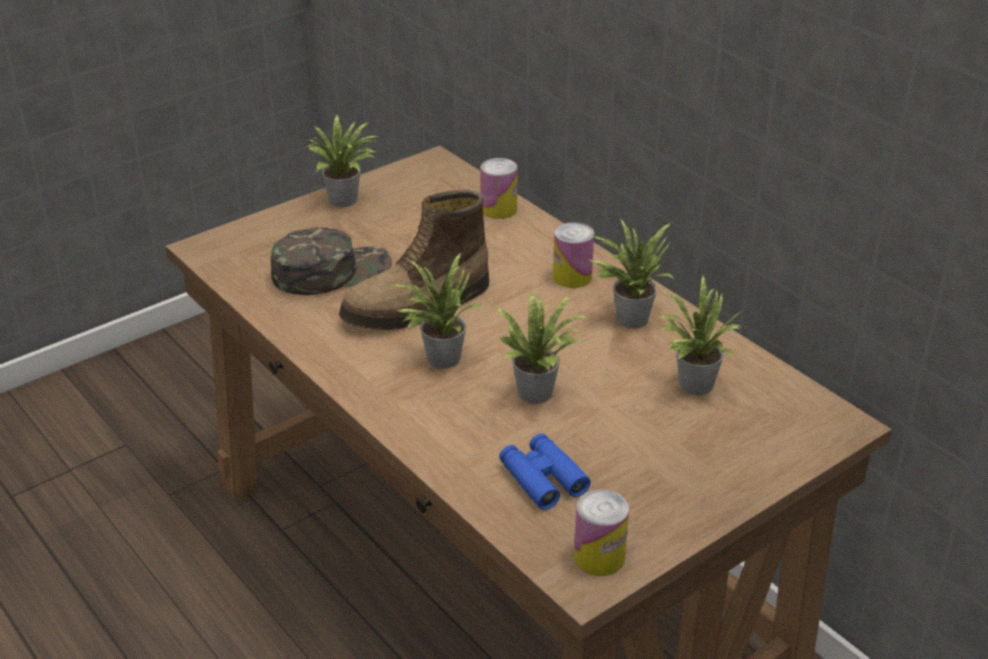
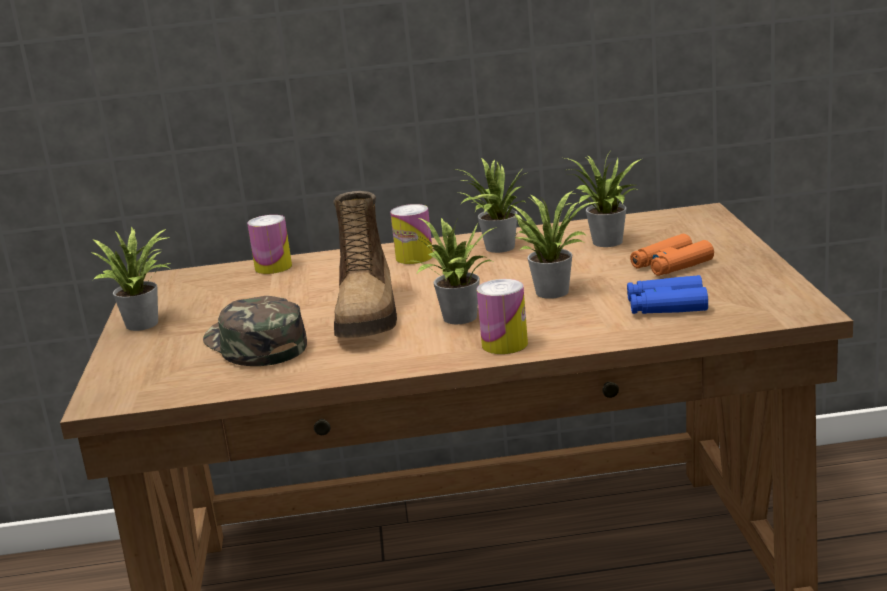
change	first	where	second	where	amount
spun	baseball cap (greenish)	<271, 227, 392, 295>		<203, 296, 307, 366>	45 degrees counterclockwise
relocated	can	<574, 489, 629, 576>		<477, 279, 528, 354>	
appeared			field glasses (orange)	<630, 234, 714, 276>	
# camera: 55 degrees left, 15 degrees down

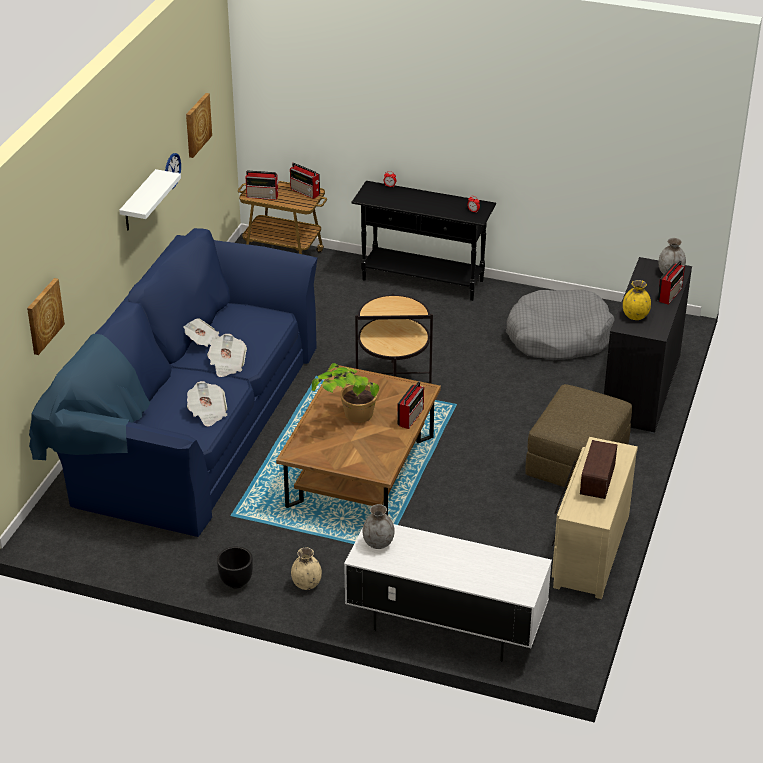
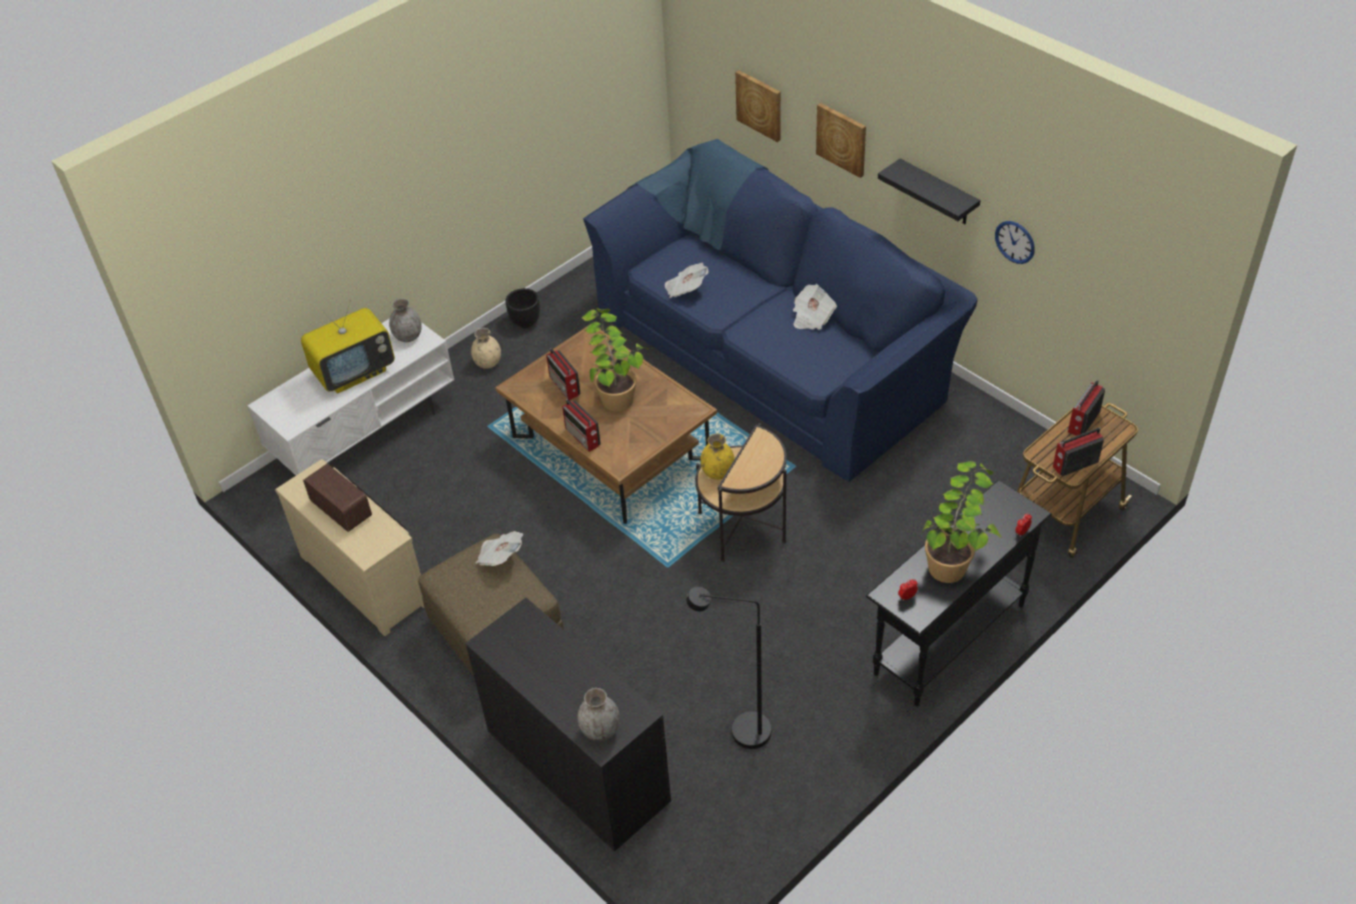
change	first	where	second	where	amount
colour	wall shelf (white-coloured)	<119, 169, 181, 231>	wall shelf (blackish)	<878, 159, 980, 224>	
relocated	wall art	<186, 93, 212, 158>		<816, 103, 866, 178>	
relocated	newspaper	<207, 334, 247, 377>		<476, 531, 523, 566>	
exchanged	dog bed (grey)	<506, 289, 615, 360>	standard lamp (blackish)	<686, 587, 771, 749>	
relocated	vase (yellow-coloured)	<623, 280, 651, 320>		<700, 434, 735, 480>	
relocated	radio receiver	<657, 260, 685, 305>		<546, 348, 581, 400>	
appeared			television	<301, 299, 395, 393>	
appeared			plant in a pot	<921, 461, 1002, 583>	
# camera: 120 degrees right, 10 degrees up

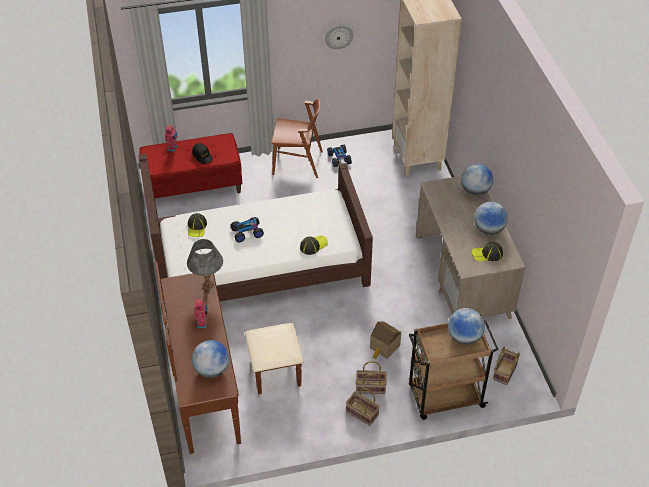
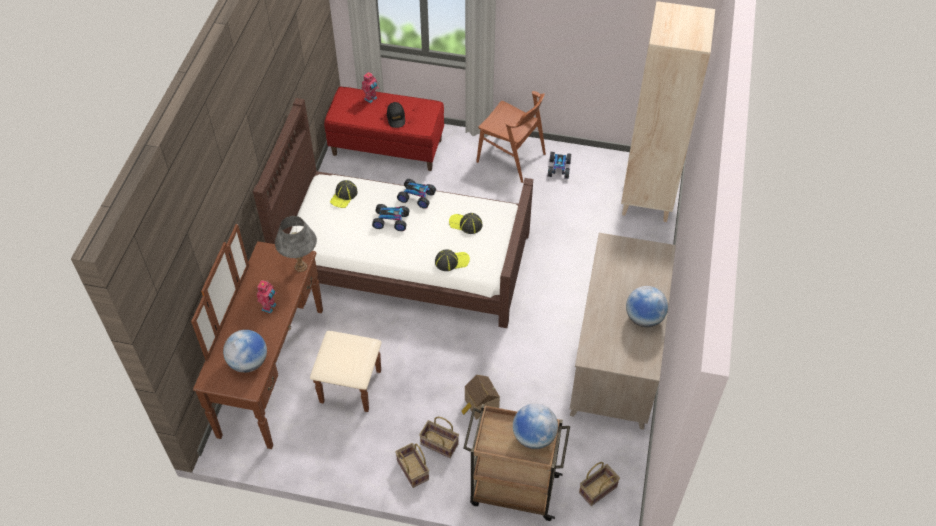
change	first	where	second	where	amount
missing	clock on the wall	<325, 25, 354, 49>			
missing	world globe	<461, 164, 493, 196>			
relocated	baseball cap	<472, 242, 503, 261>		<449, 213, 482, 234>	
appeared			model car	<397, 179, 436, 209>	
# camera: 25 degrees right, 5 degrees up

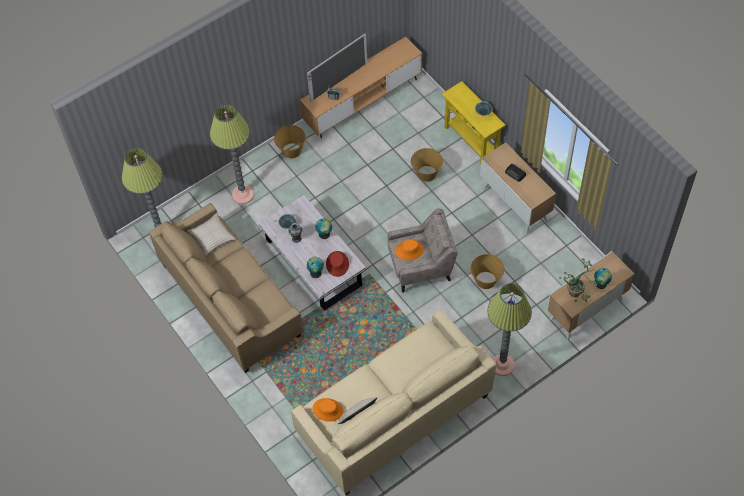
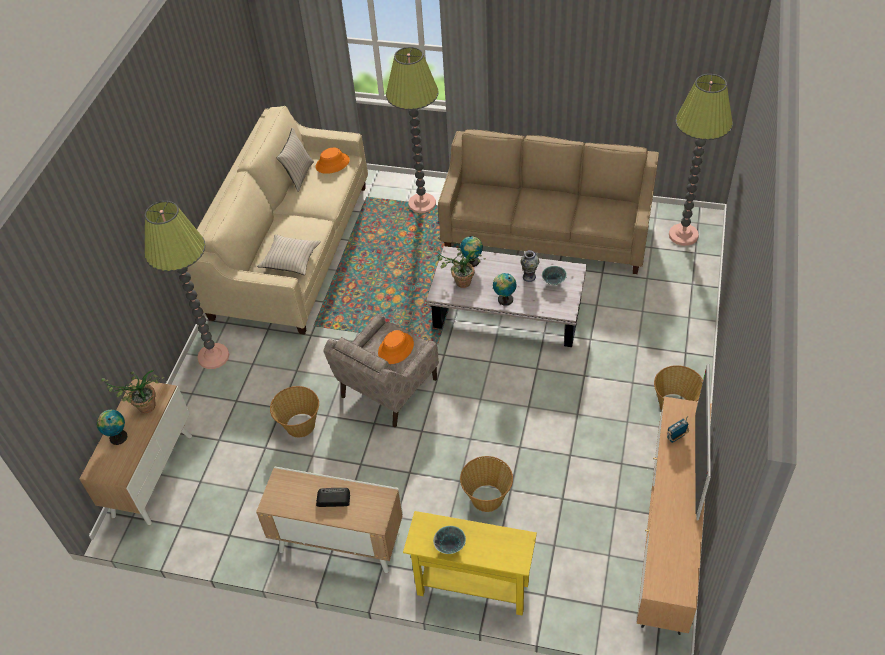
change	first	where	second	where	amount
relocated	cushion (beige)	<187, 213, 236, 256>		<257, 234, 321, 275>	
relocated	standard lamp	<210, 104, 254, 204>		<386, 47, 439, 213>	
exchanged	clothing hat (reddish)	<326, 251, 349, 277>	plant in a pot	<434, 248, 486, 288>	
# camera: 140 degrees right, 10 degrees down

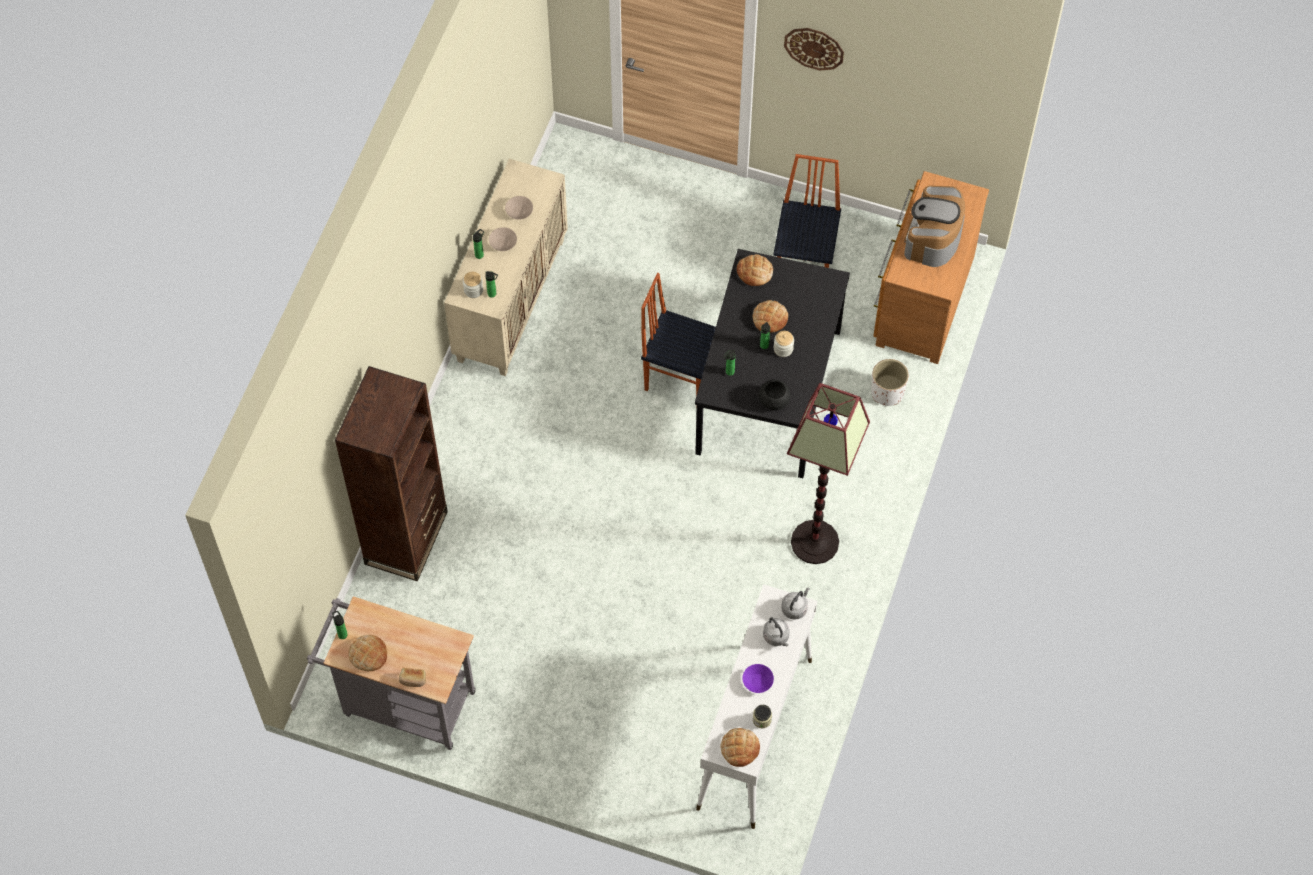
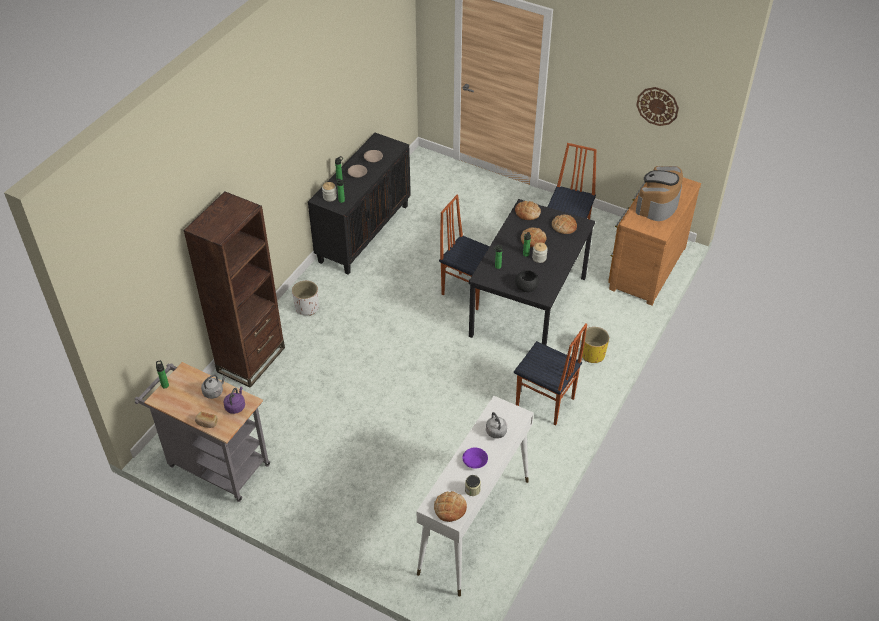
change	first	where	second	where	amount
relocated	bakery bread	<348, 635, 387, 671>		<552, 215, 577, 234>	
colour	storage cabinet (beige)	<444, 159, 568, 376>	storage cabinet (blackish)	<308, 133, 411, 275>	
relocated	water kettle (grey)	<781, 588, 810, 620>		<201, 375, 226, 399>	
relocated	clock on the wall	<784, 28, 844, 70>		<636, 87, 679, 126>	
exchanged	standard lamp	<787, 383, 870, 564>	upright chair	<514, 324, 587, 425>	
relocated	planter (white-coloured)	<871, 359, 909, 406>		<292, 281, 319, 316>	
appeared			water kettle (purplish)	<224, 387, 245, 414>	
appeared			planter (yellow-coloured)	<581, 327, 609, 363>	
# camera: 10 degrees right, 15 degrees down

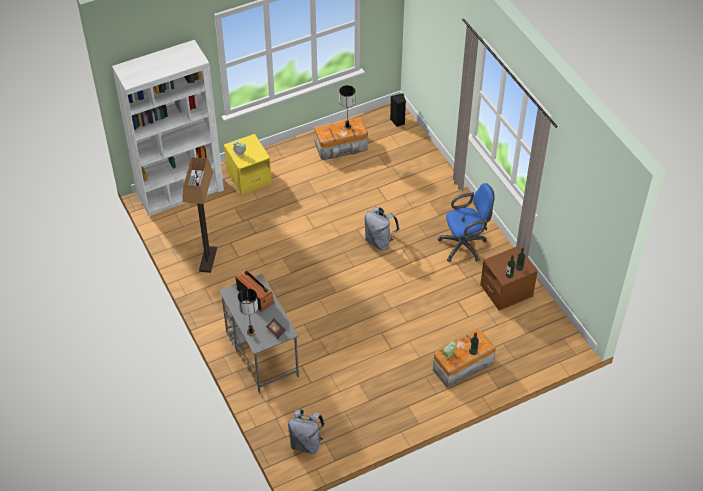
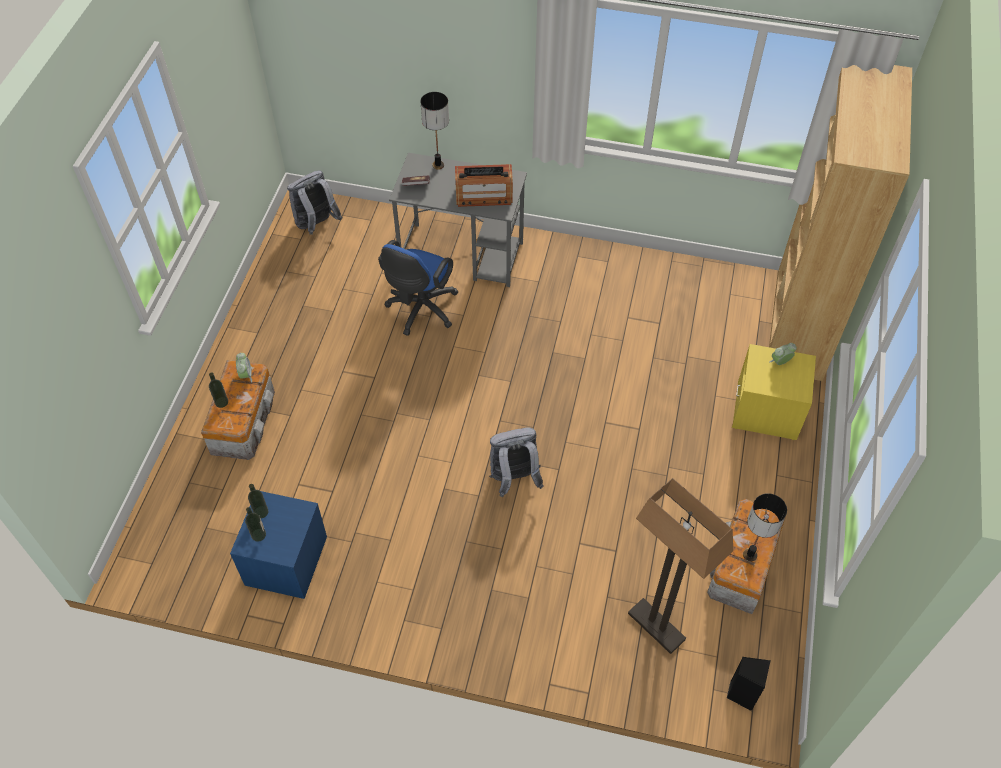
change	first	where	second	where	amount
colour	bookcase (white-coloured)	<112, 40, 224, 216>	bookcase (brown)	<769, 65, 912, 381>	
relocated	standard lamp	<183, 157, 217, 273>		<628, 478, 733, 654>	
relocated	desk chair (bluish)	<437, 183, 495, 262>		<378, 240, 458, 336>	
colour	night table (brown)	<480, 246, 538, 311>	night table (bluish)	<230, 491, 327, 599>	
# camera: 130 degrees right, 5 degrees up

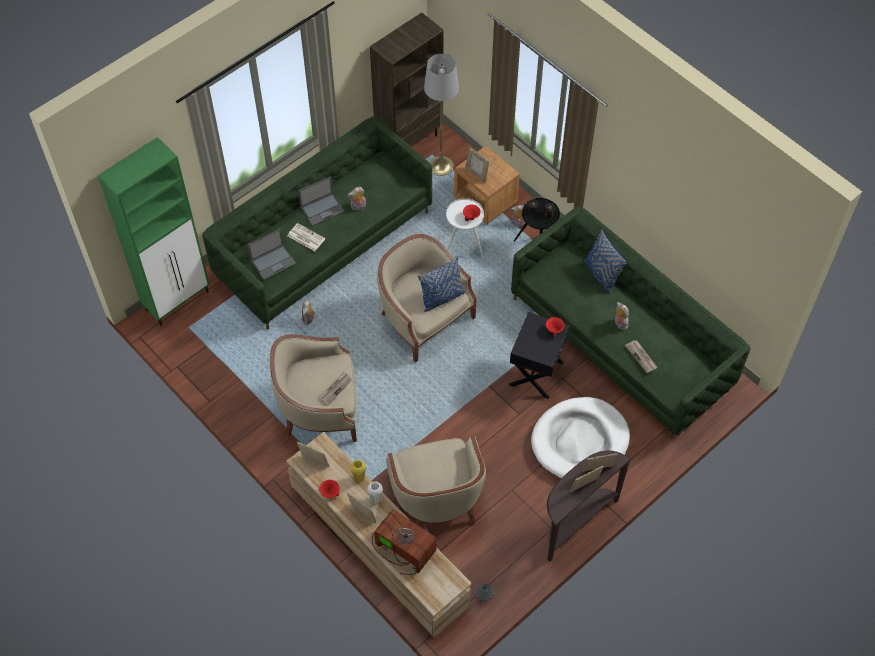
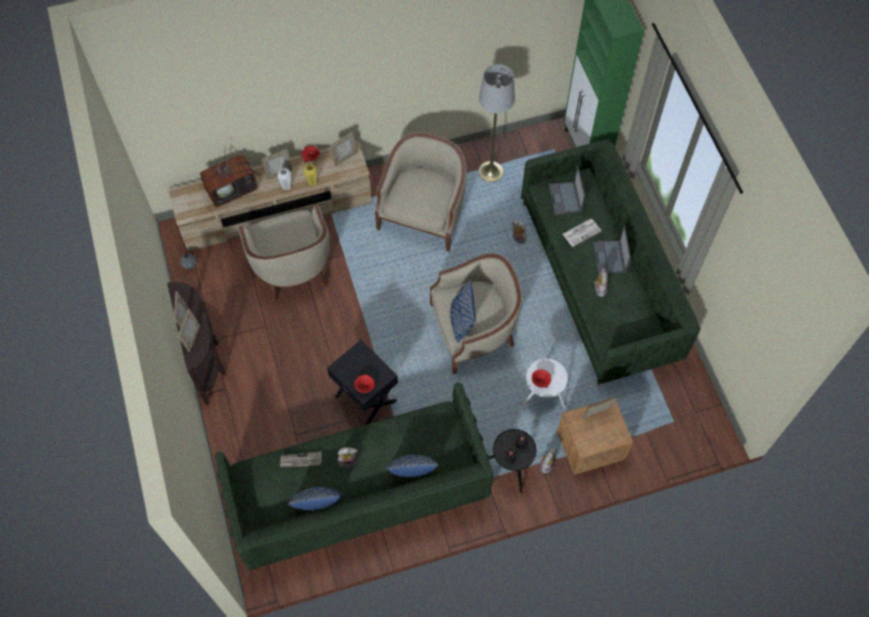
change	first	where	second	where	amount
missing	newspaper	<319, 371, 352, 405>			
missing	bookcase (brown)	<370, 12, 444, 146>			
spun	lounge chair (beige)	<386, 435, 486, 527>		<239, 205, 329, 302>	120 degrees counterclockwise
relocated	standard lamp (grey)	<424, 54, 459, 176>		<478, 64, 515, 182>	
missing	dog bed (white-coloured)	<531, 397, 630, 478>			
appeared			cushion (bluish)	<287, 487, 343, 510>	
# camera: 115 degrees right, 5 degrees up

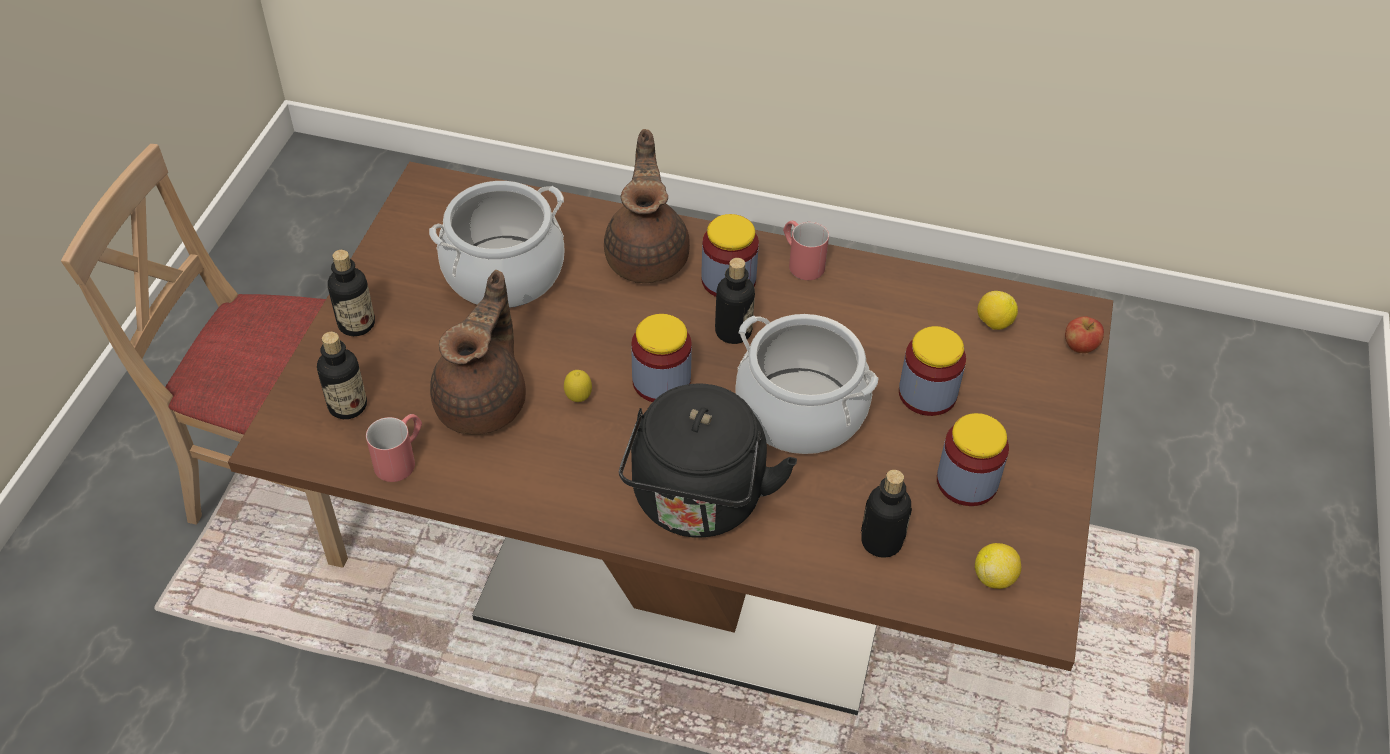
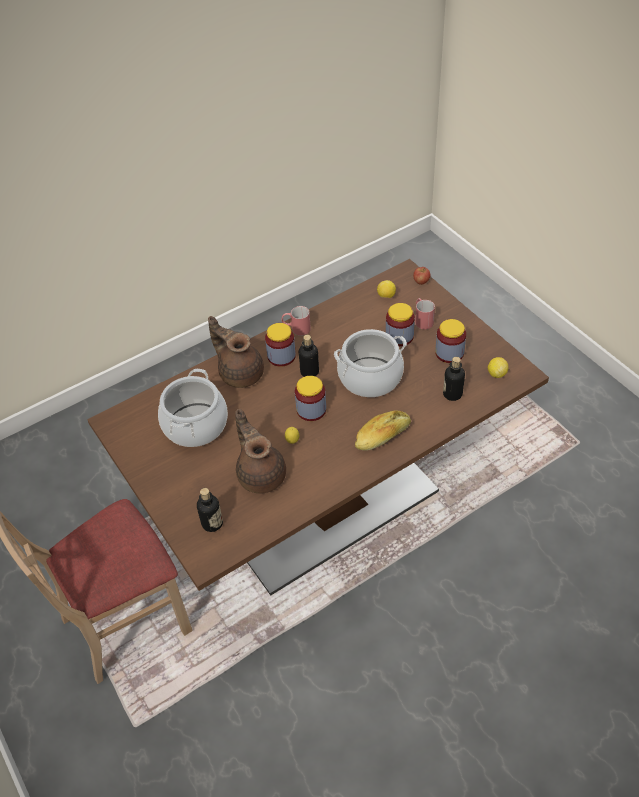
change	first	where	second	where	amount
missing	drink bottle	<328, 250, 375, 336>			
relocated	coffee mug (reddish)	<366, 414, 422, 482>		<415, 298, 435, 329>	
exchanged	water kettle (blackish)	<619, 383, 797, 538>	bakery bread	<355, 411, 411, 450>	
# camera: 45 degrees left, 0 degrees up

